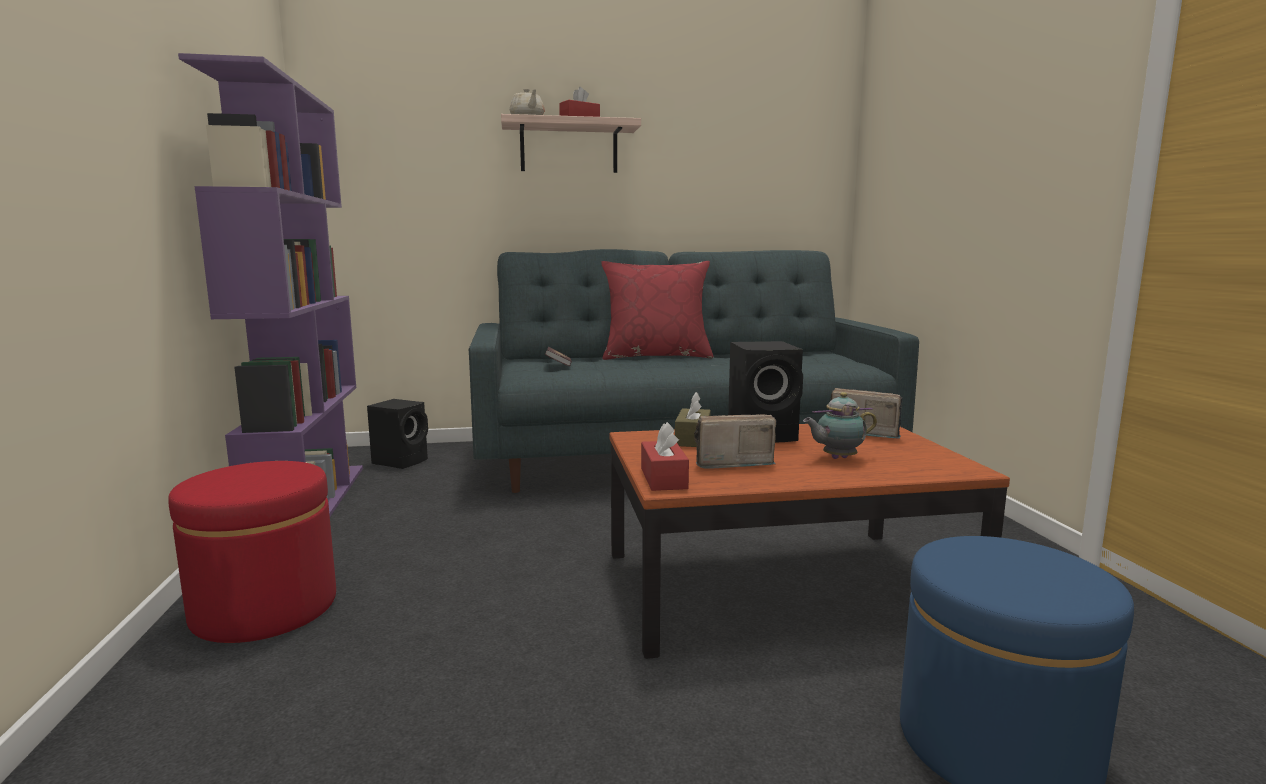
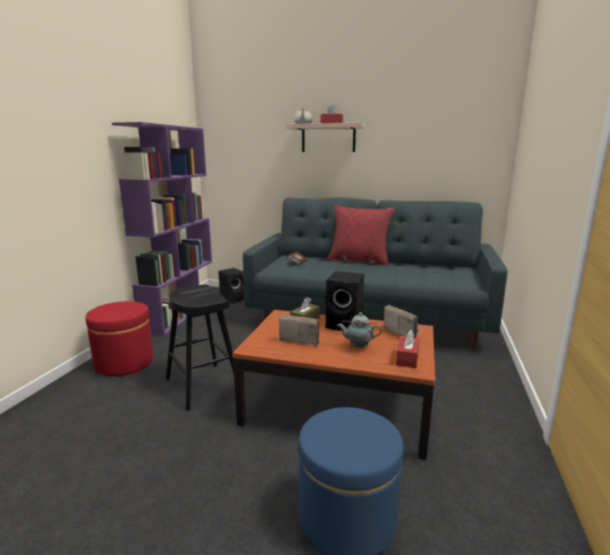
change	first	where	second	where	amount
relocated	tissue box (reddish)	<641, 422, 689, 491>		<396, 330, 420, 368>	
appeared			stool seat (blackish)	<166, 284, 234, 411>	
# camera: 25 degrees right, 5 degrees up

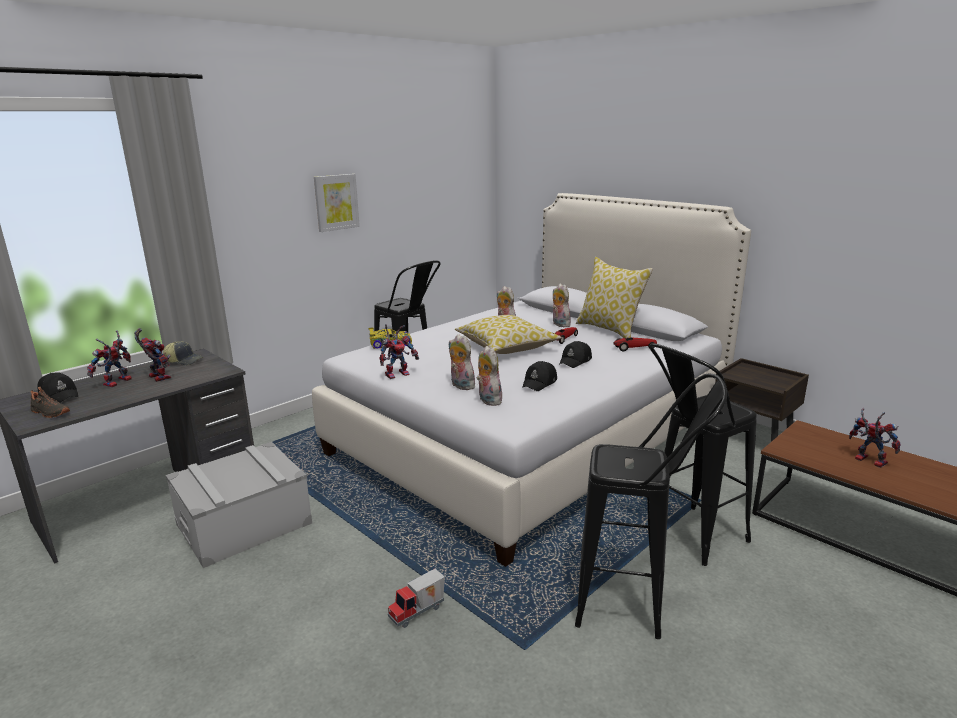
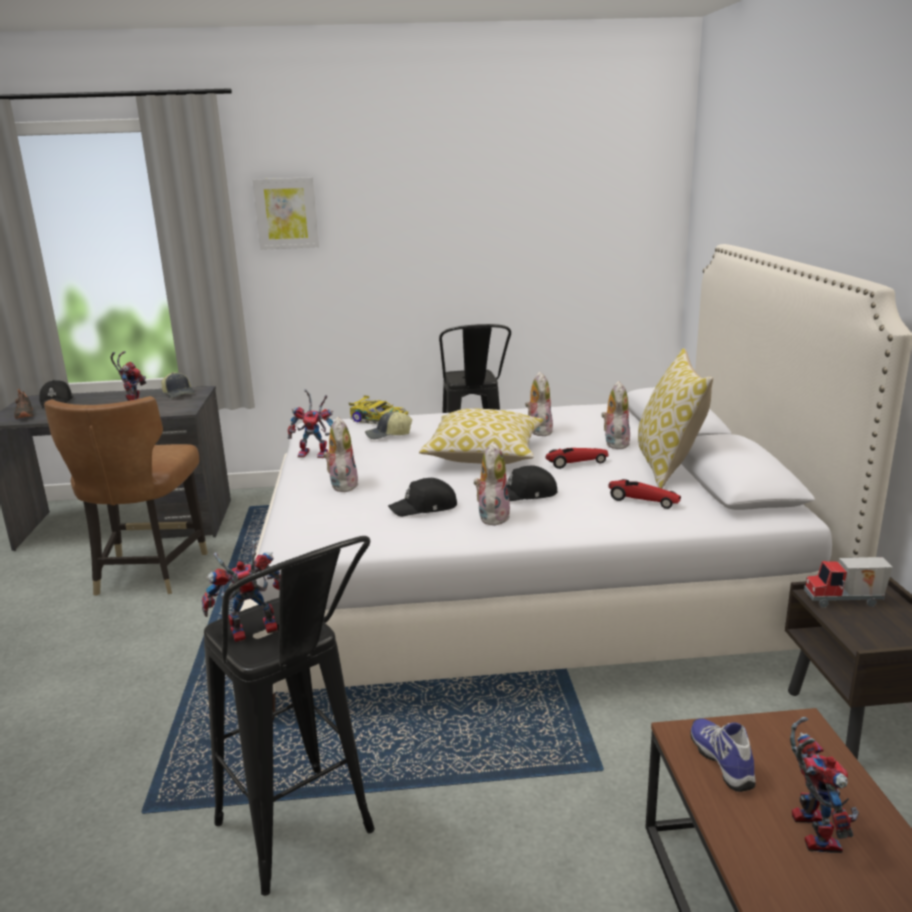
change	first	where	second	where	amount
relocated	toy robot	<87, 330, 132, 387>		<202, 541, 281, 642>	
exchanged	storage box (grey)	<166, 442, 312, 568>	upright chair (brown)	<44, 396, 208, 596>	
relocated	wall art	<314, 174, 360, 232>		<252, 177, 319, 250>	
relocated	toy lorry	<388, 569, 445, 628>		<804, 557, 893, 608>	
relocated	soft toy	<476, 346, 502, 406>		<474, 441, 510, 526>	
missing	stool seat (blackish)	<650, 343, 757, 566>			
appeared			baseball cap	<365, 411, 412, 439>	
appeared			item of footwear	<690, 718, 756, 792>	
# camera: 40 degrees right, 0 degrees up

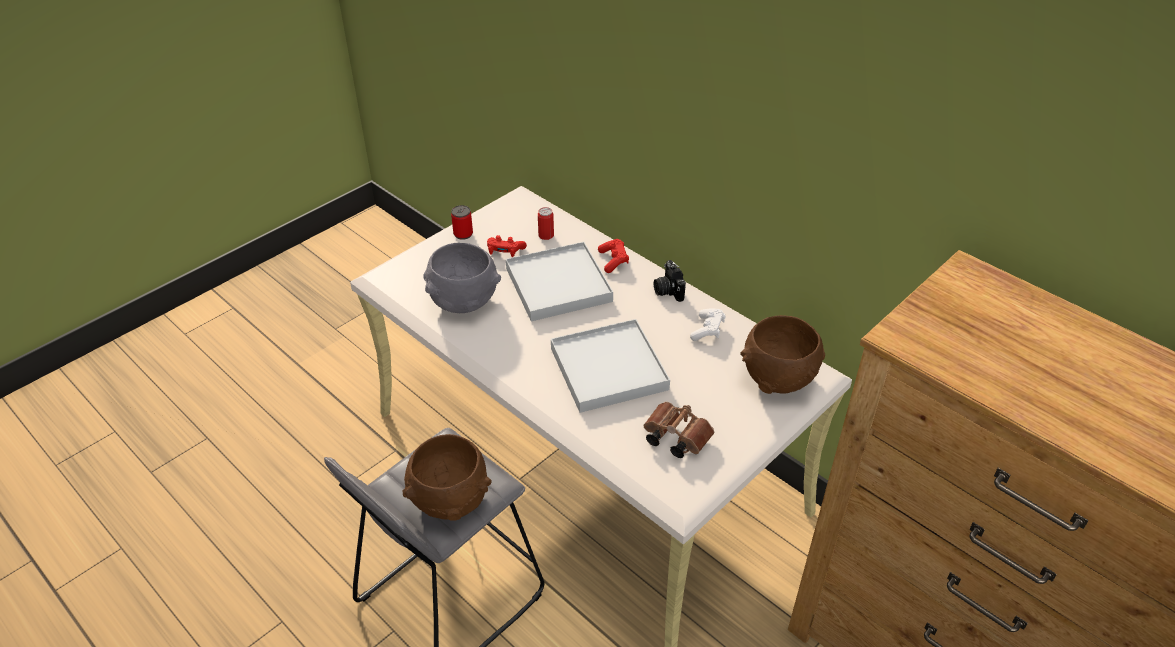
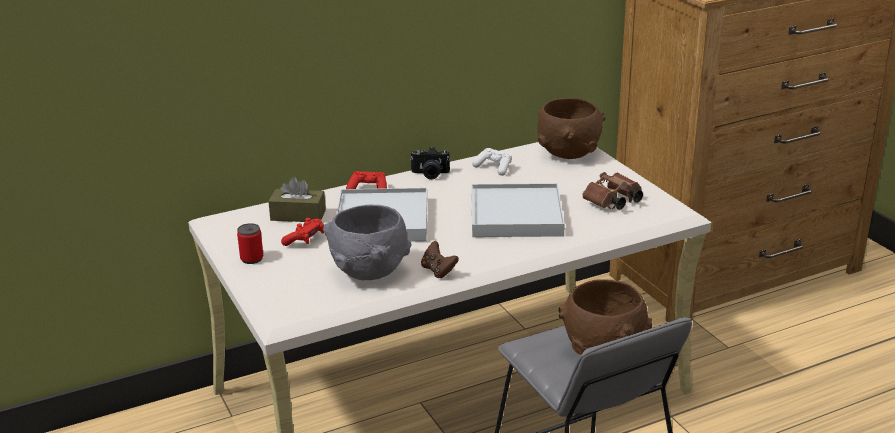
change	first	where	second	where	amount
exchanged	can	<538, 207, 554, 240>	tissue box (brown)	<268, 177, 326, 222>	
appeared			gamepad (brown)	<421, 241, 459, 278>	
# camera: 70 degrees left, 15 degrees down

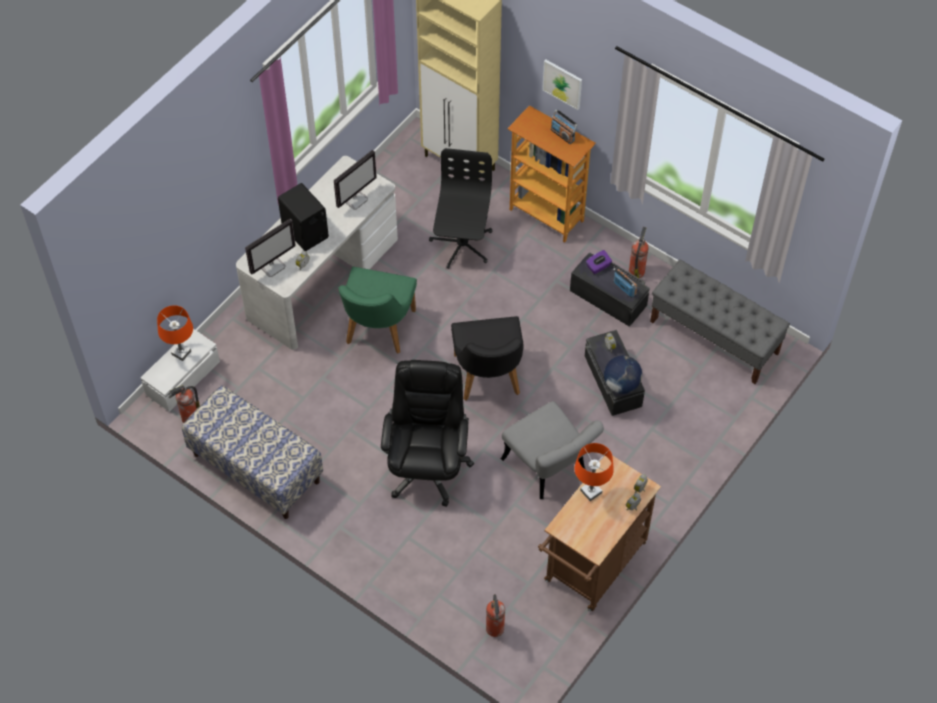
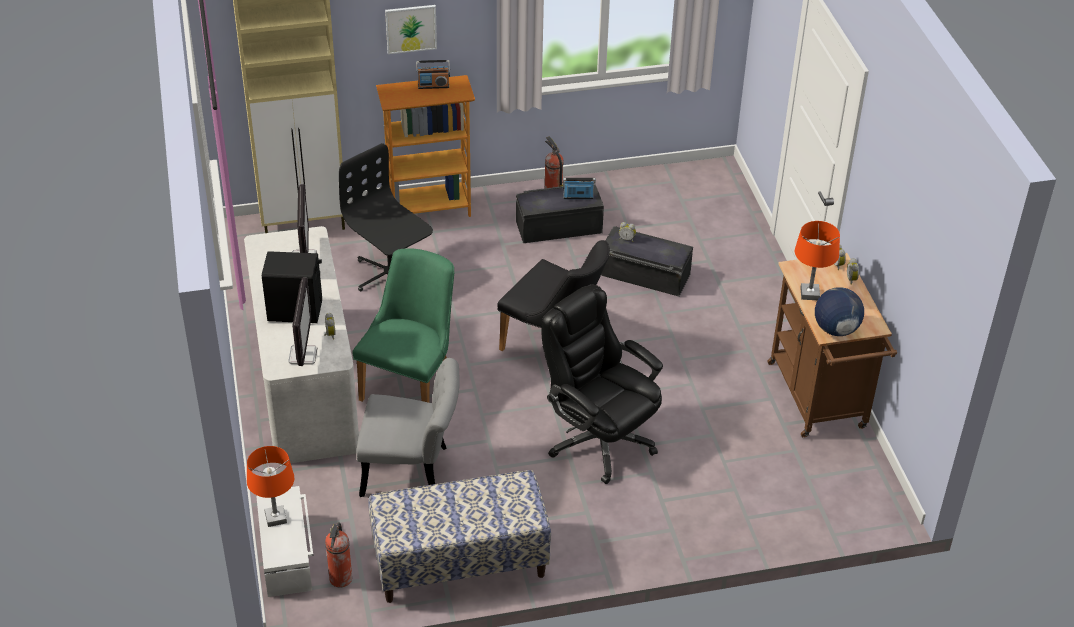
change	first	where	second	where	amount
spun	upright chair (greenish)	<338, 267, 417, 354>		<352, 248, 454, 403>	120 degrees counterclockwise
missing	fire extinguisher	<486, 594, 505, 637>			
relocated	upright chair (grey)	<501, 401, 604, 499>		<356, 358, 460, 497>	
missing	tissue box (purplish)	<586, 250, 612, 274>			
relocated	world globe	<604, 355, 642, 394>		<815, 287, 864, 336>	
missing	long seat (grey)	<650, 260, 790, 384>			
# camera: 50 degrees left, 15 degrees down

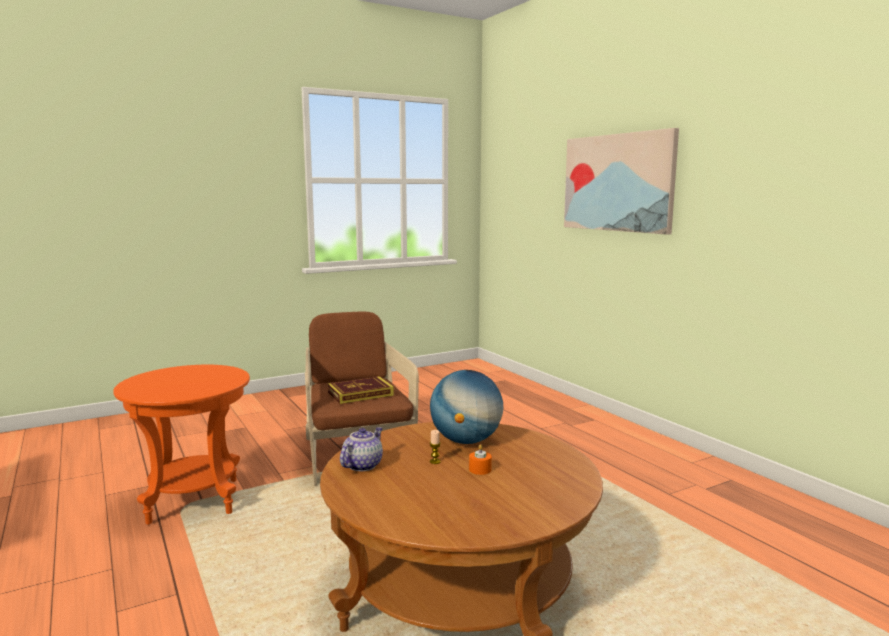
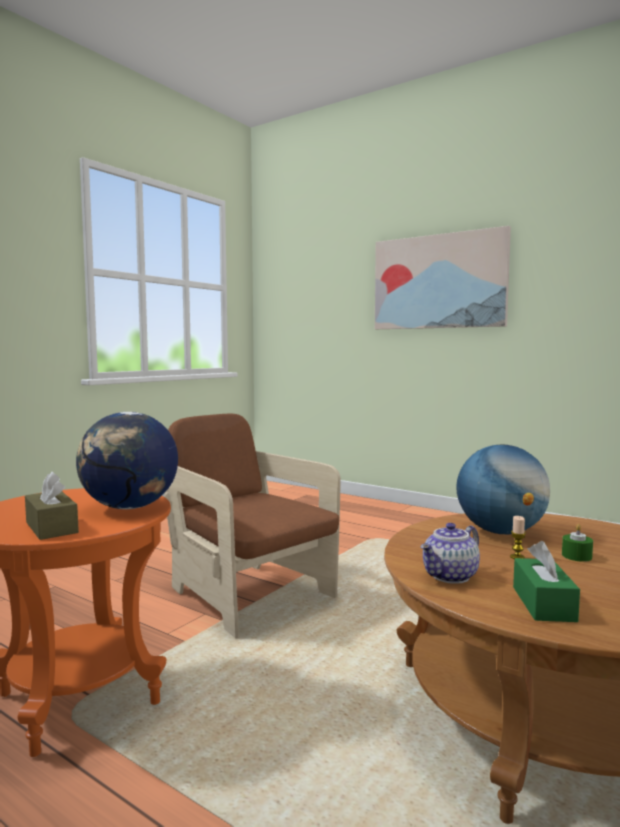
change	first	where	second	where	amount
missing	bound book	<328, 376, 394, 404>			
spun	tea pot	<340, 427, 383, 471>		<420, 523, 480, 584>	135 degrees counterclockwise
colour	wax candle (orange)	<469, 444, 492, 475>	wax candle (greenish)	<562, 524, 593, 562>	
appeared			tissue box (brown)	<25, 471, 79, 540>	
appeared			world globe	<76, 412, 178, 509>	
appeared			tissue box (greenish)	<513, 541, 580, 622>	
# camera: 25 degrees left, 5 degrees down

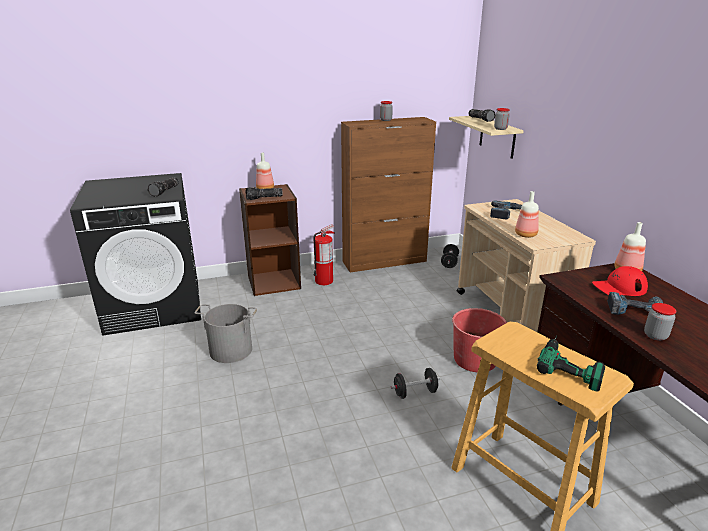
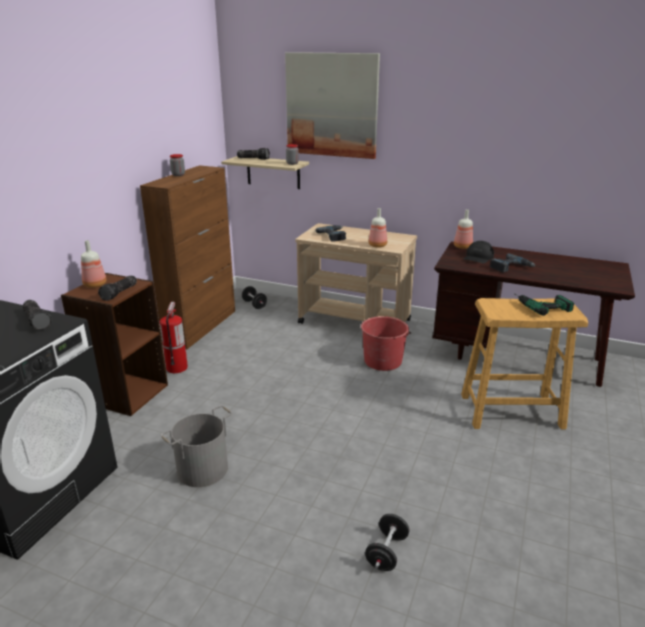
change	first	where	second	where	amount
relocated	hand weight (blackish)	<391, 368, 441, 399>		<365, 514, 409, 571>	
colour	baseball cap (reddish)	<592, 266, 648, 296>	baseball cap (blackish)	<464, 241, 494, 263>	
missing	storage jar	<644, 303, 676, 341>			
appeared			wall art	<285, 52, 380, 159>	
# camera: 50 degrees left, 0 degrees up

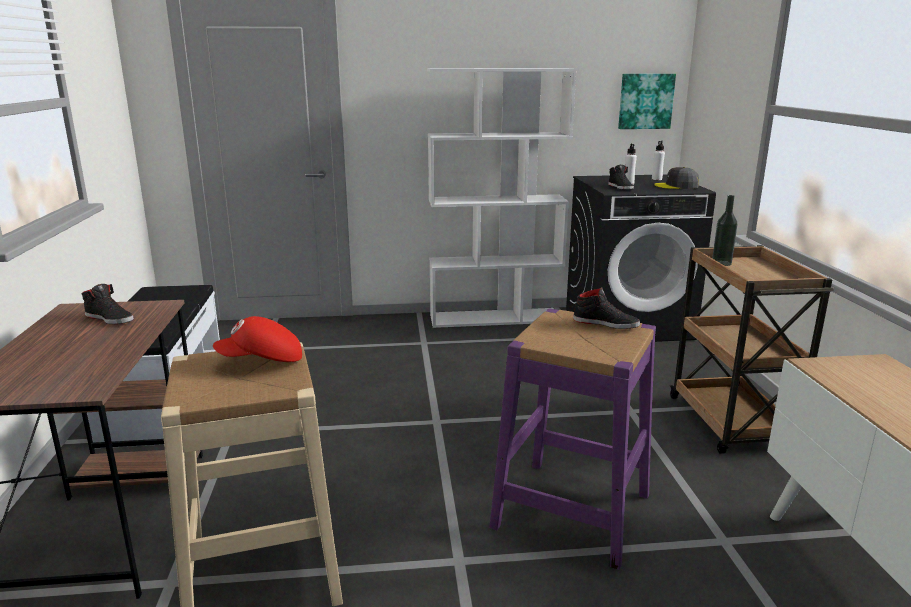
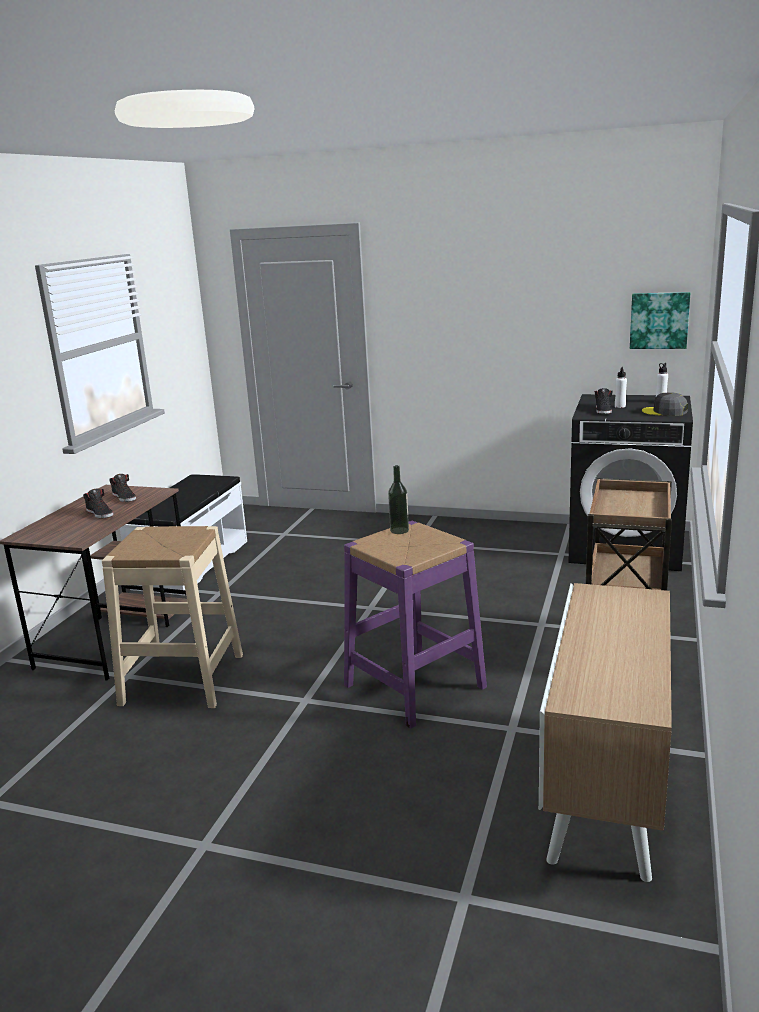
change	first	where	second	where	amount
missing	baseball cap (reddish)	<213, 316, 302, 362>			
missing	bookcase (white-coloured)	<427, 68, 577, 328>			
relocated	item of footwear (blackish)	<573, 287, 640, 329>		<83, 489, 114, 519>	
relocated	drink bottle	<712, 195, 737, 266>		<388, 465, 409, 534>	
# camera: 25 degrees right, 0 degrees up

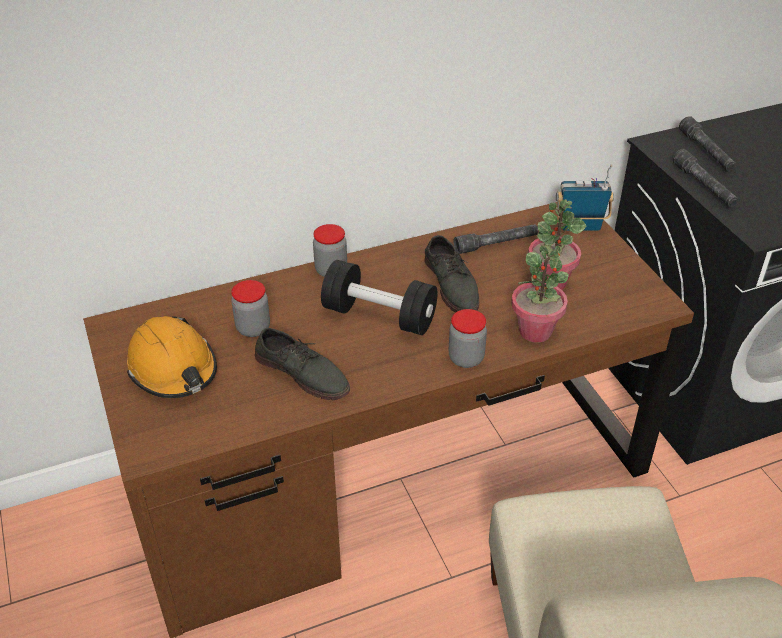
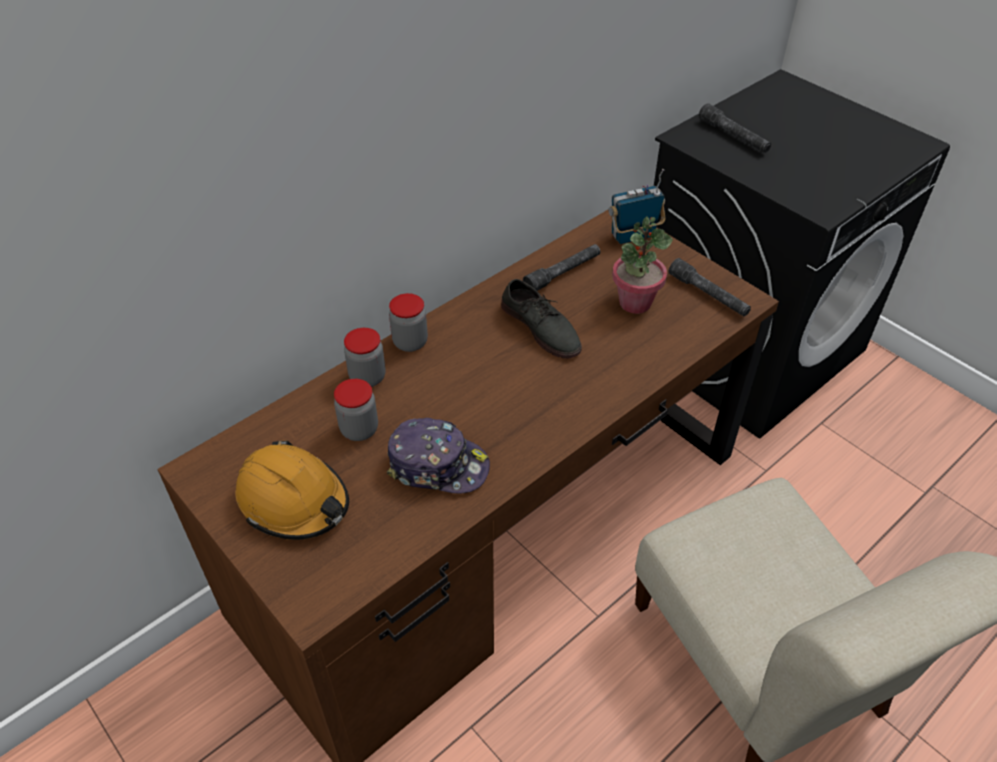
change	first	where	second	where	amount
exchanged	item of footwear (grey)	<255, 328, 350, 400>	baseball cap	<387, 418, 490, 494>	
missing	hand weight (blackish)	<321, 260, 437, 335>			
relocated	storage jar	<449, 309, 487, 368>		<344, 328, 386, 387>	
missing	plant in a pot	<511, 246, 569, 342>			
relocated	torch (grey)	<672, 149, 738, 207>		<669, 258, 751, 316>	
# camera: 20 degrees left, 5 degrees up

